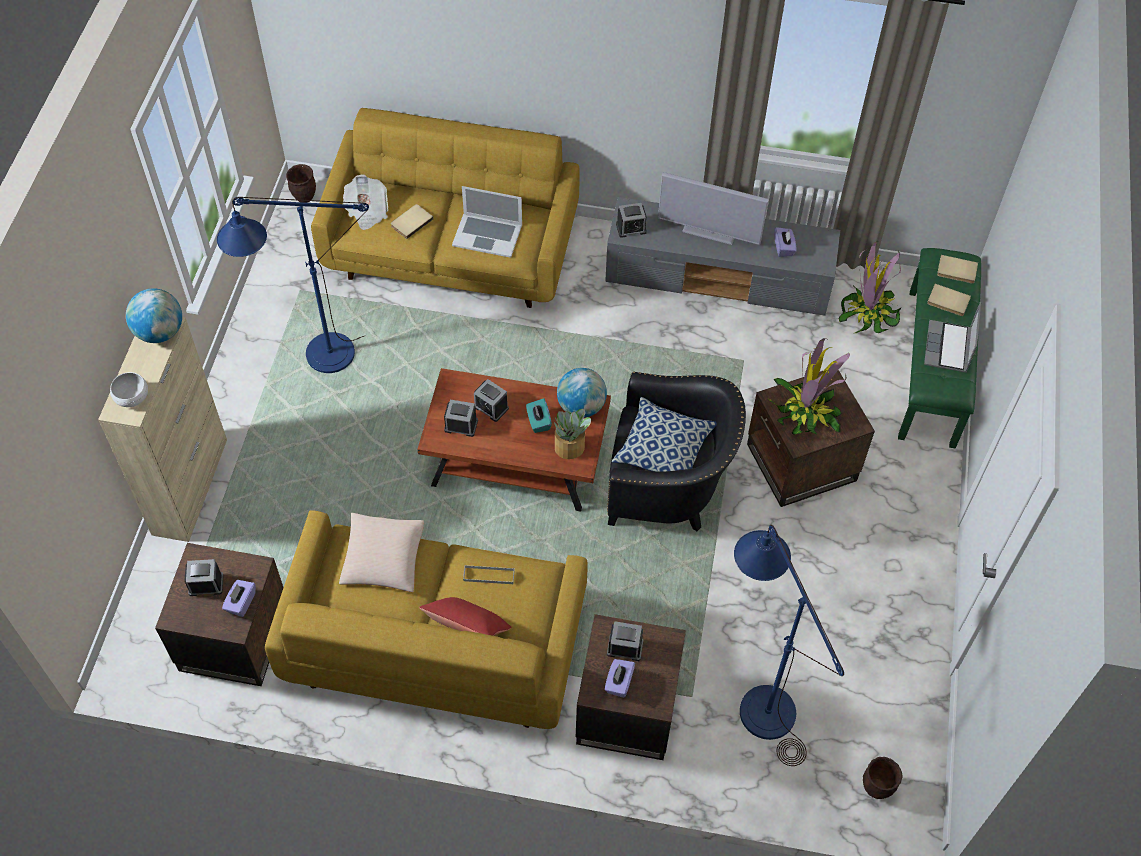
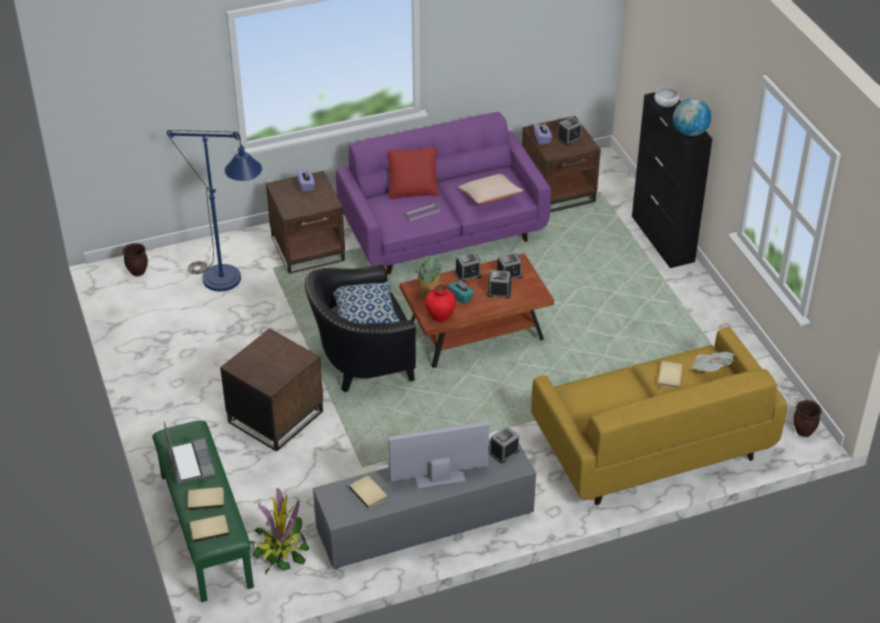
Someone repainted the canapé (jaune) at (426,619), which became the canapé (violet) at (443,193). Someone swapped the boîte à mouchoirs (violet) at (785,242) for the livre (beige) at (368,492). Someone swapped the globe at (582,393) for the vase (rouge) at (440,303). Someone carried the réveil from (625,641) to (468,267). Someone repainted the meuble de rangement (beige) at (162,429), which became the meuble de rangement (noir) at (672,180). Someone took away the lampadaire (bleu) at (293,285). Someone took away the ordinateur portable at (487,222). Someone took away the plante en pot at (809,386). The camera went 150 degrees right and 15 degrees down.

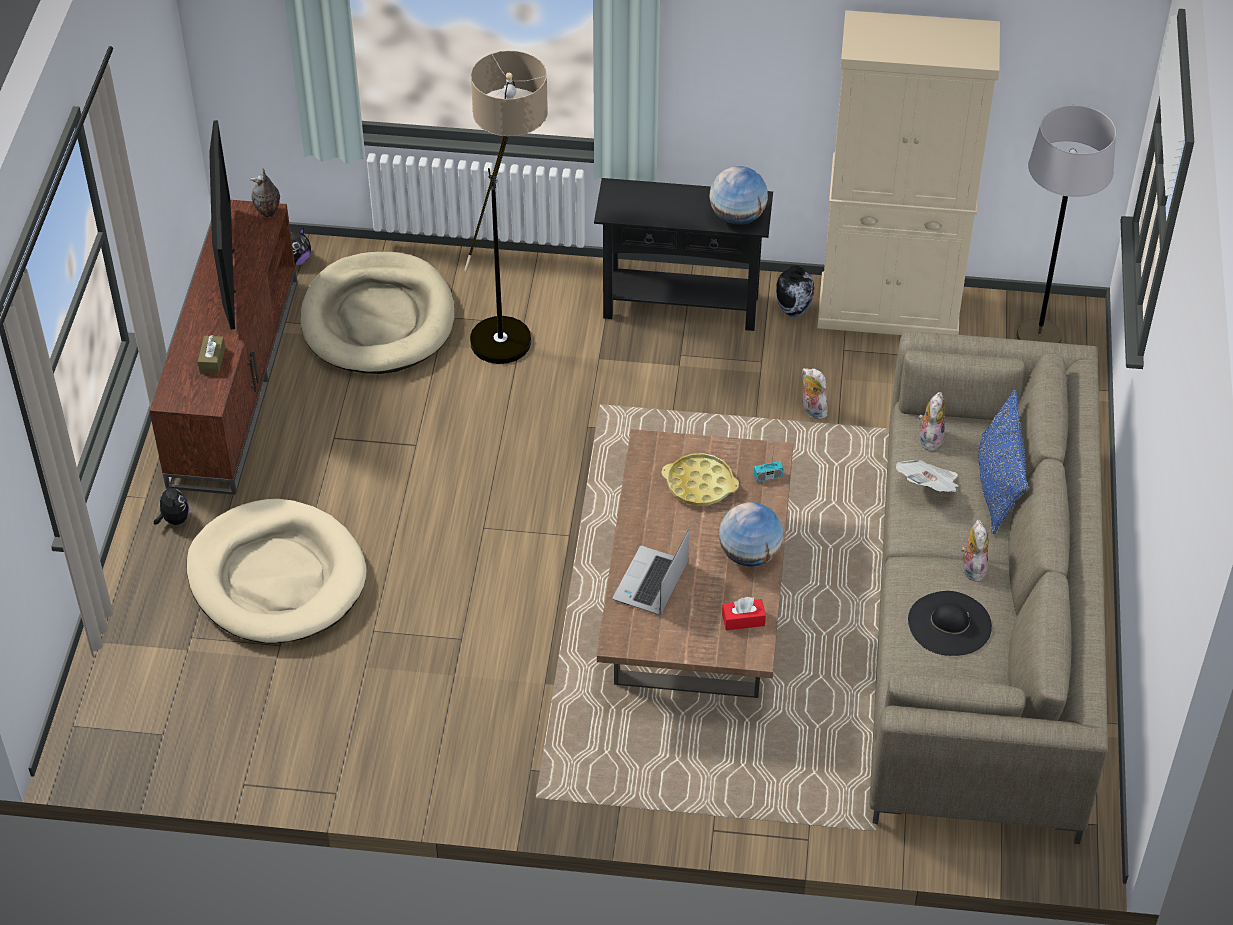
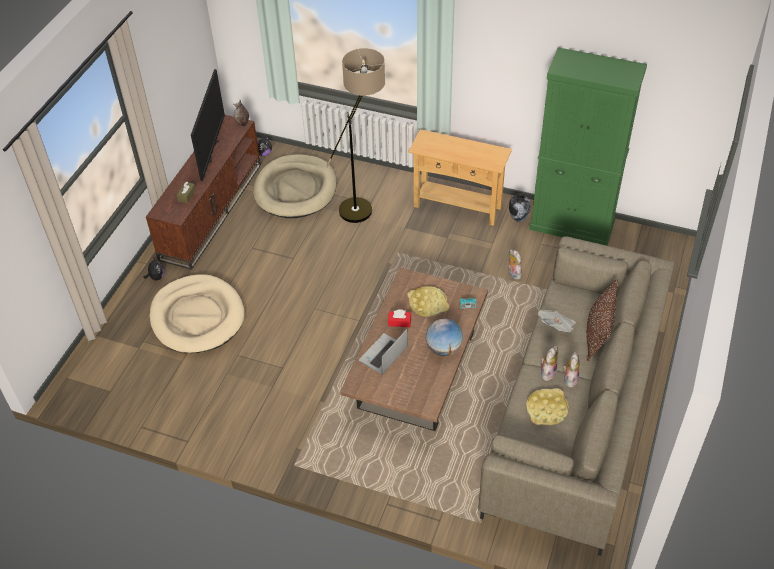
Someone carried the boîte à mouchoirs (rouge) from (744,613) to (399,318). Someone repainted the table console (noir) at (683,254), which became the table console (beige) at (460,177). Someone swapped the chapeau (noir) at (950,623) for the plateau (jaune) at (547,406). Someone repainted the meuble de rangement (beige) at (908,172), which became the meuble de rangement (vert) at (588,146). Someone carried the peluche from (932,422) to (549,363). Someone repainted the coussin (bleu) at (1003,462), which became the coussin (marron) at (602,320). Someone took away the globe at (738,195). Someone took away the lampadaire (gris) at (1066,224). The camera went 15 degrees right and 0 degrees up.

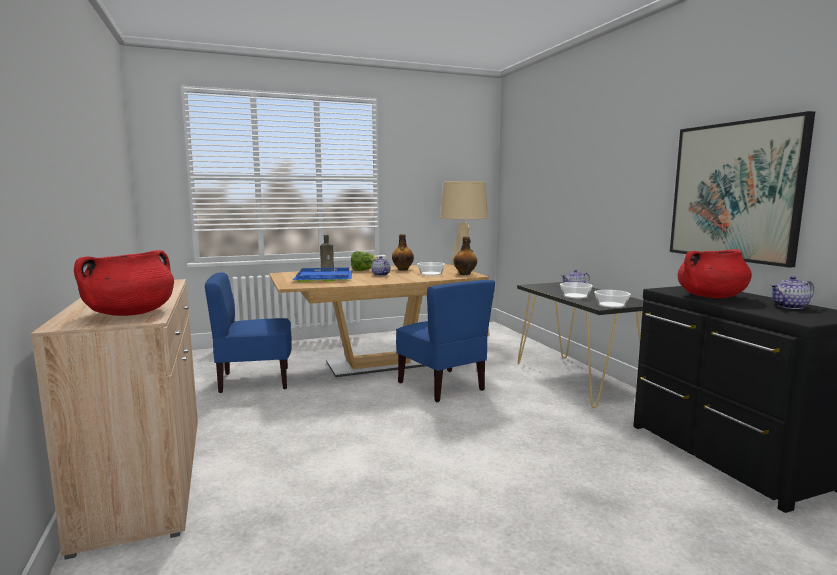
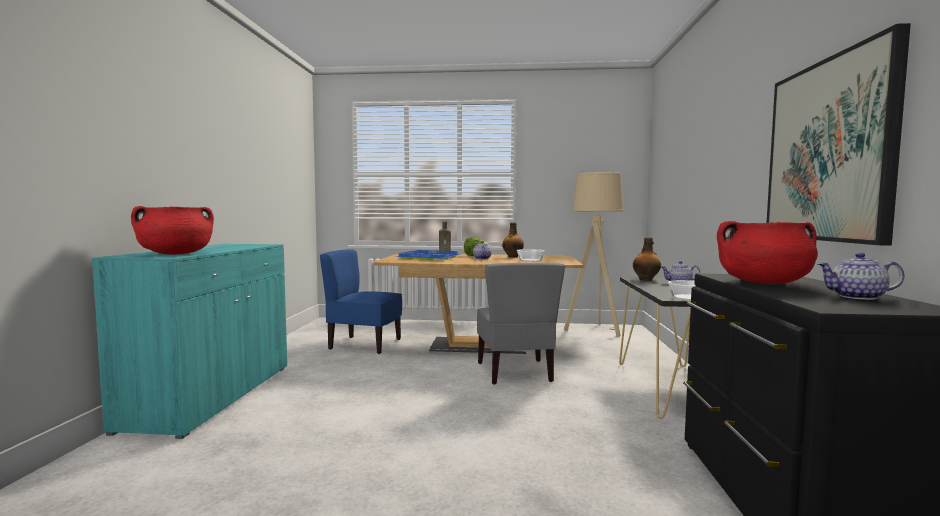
Someone repainted the meuble de rangement (beige) at (114,419), which became the meuble de rangement (turquoise) at (189,341). Someone repainted the chaise (bleu) at (445,341), which became the chaise (gris) at (521,324). Someone carried the bouteille from (465,256) to (647,259). Someone took away the bol at (576,290). The camera went 25 degrees right and 5 degrees down.

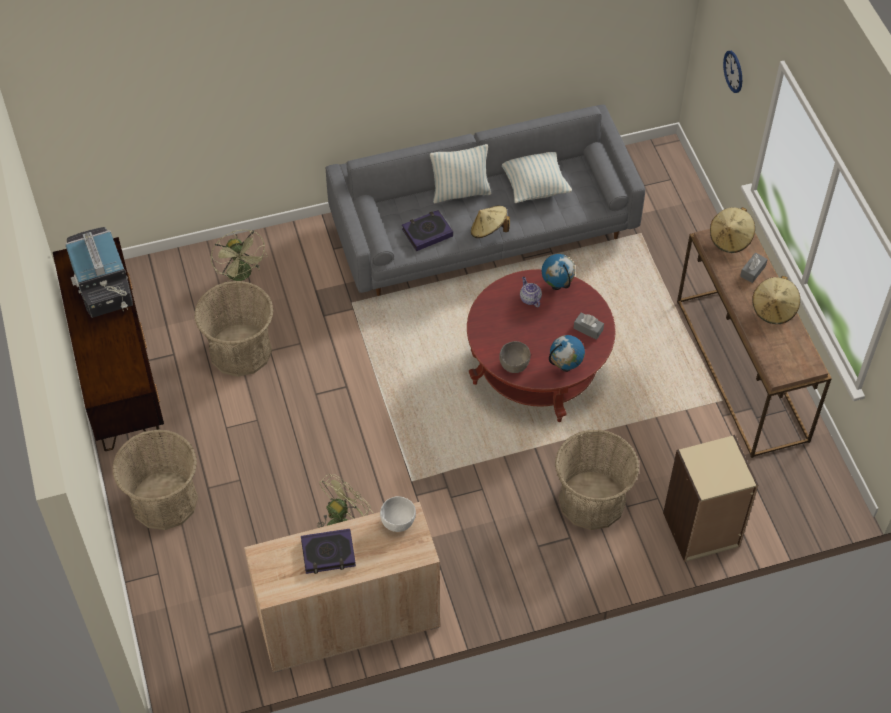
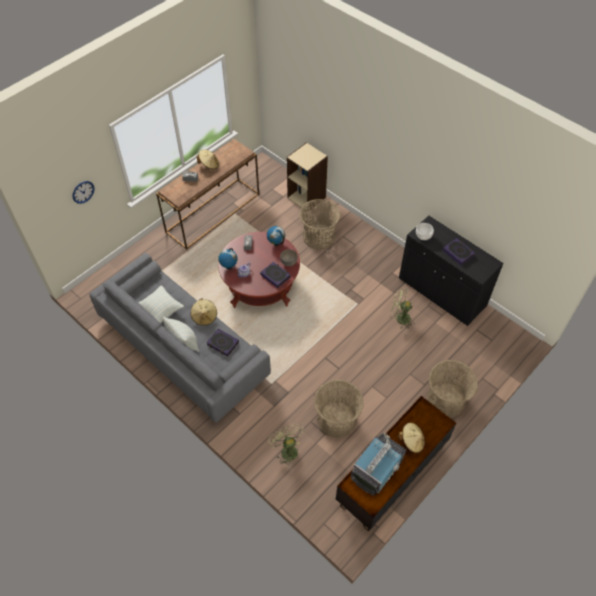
Someone put down the livre at (275,275). Someone rotated the ventilateur (vert) at (239,256) by 60 degrees counterclockwise. Someone carried the chapeau (beige) from (732,230) to (411,438). Someone repainted the meuble de rangement (beige) at (342,587), which became the meuble de rangement (noir) at (451,271). The camera went 120 degrees left and 0 degrees up.

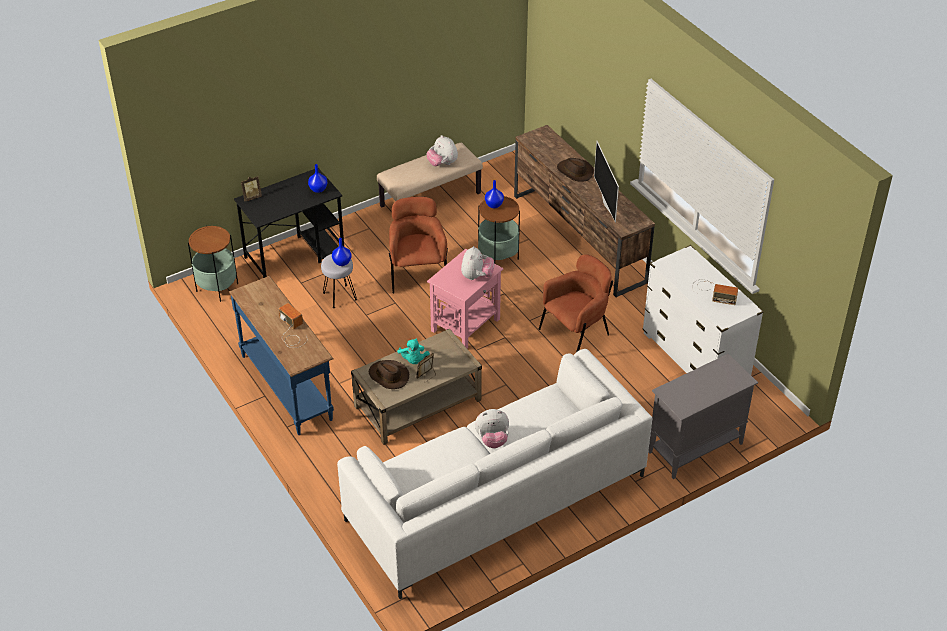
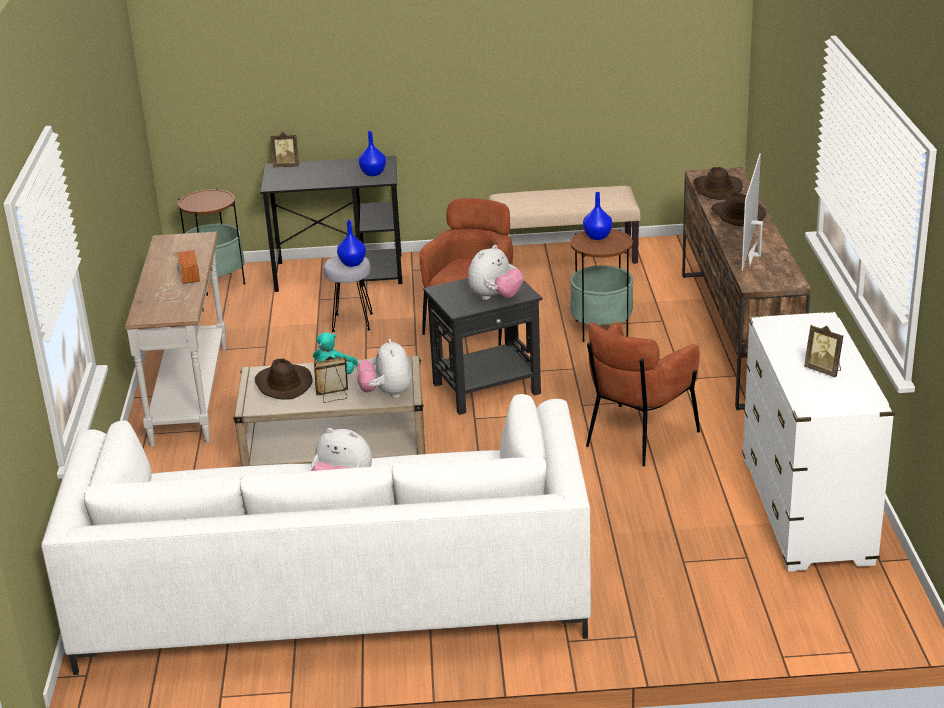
Someone repainted the table console (bleu) at (281,355), which became the table console (blanc) at (175,339). Someone carried the peluche from (442,150) to (384,368). Someone repainted the table d'appoint (rose) at (465,299), which became the table d'appoint (noir) at (483,346). Someone rotated the fauteuil (marron) at (576,303) by 135 degrees clockwise. Someone put down the chapeau (marron) at (718,183). Someone swapped the radio at (715,292) for the cadre photo at (824,351). Someone took away the meuble de rangement (gris) at (703,416). The camera went 30 degrees right and 15 degrees down.

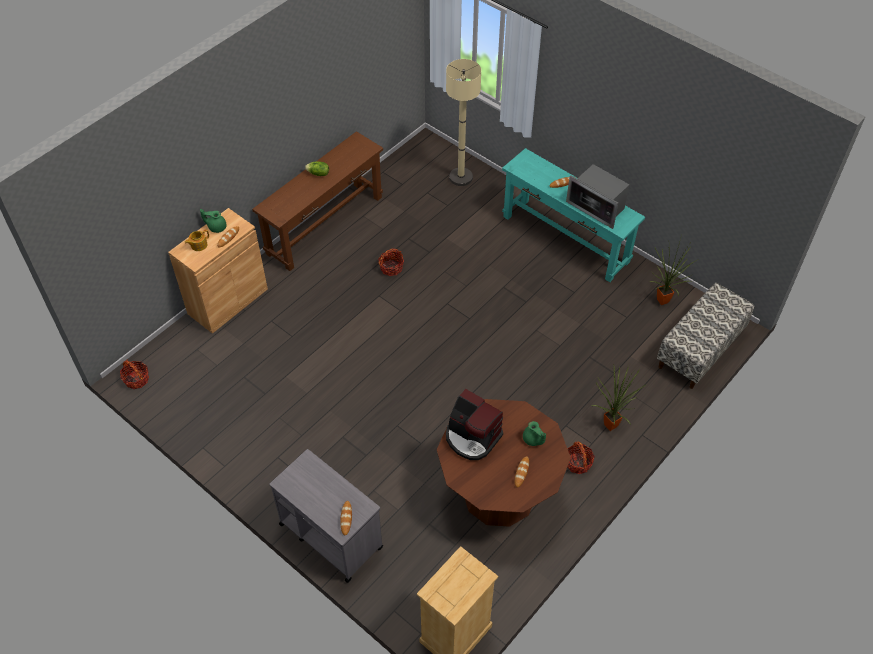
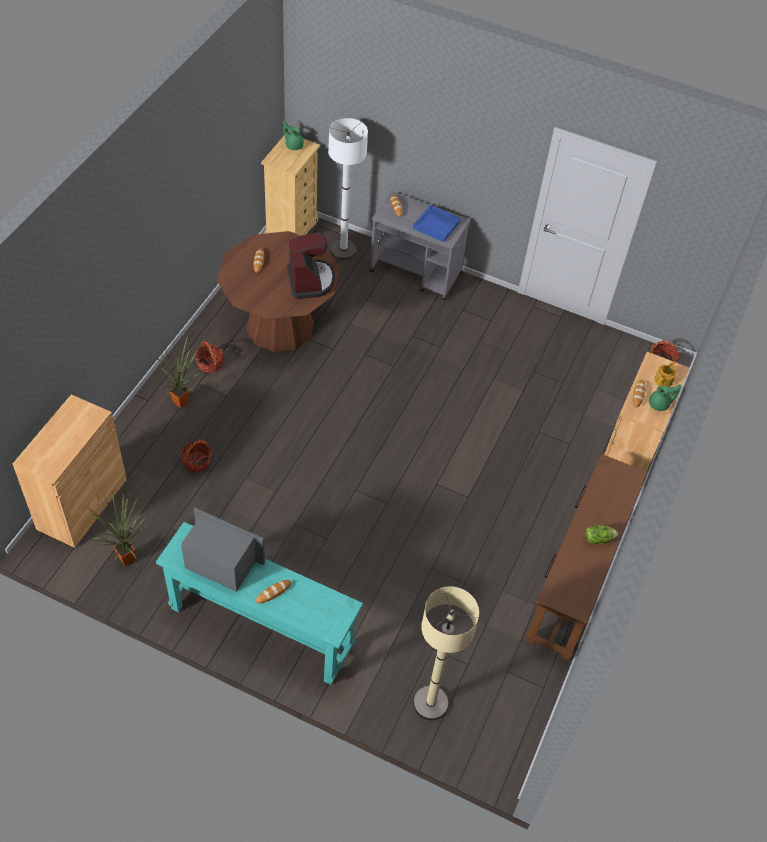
Someone swapped the banc at (705,336) for the meuble de rangement (marron) at (70,471). Someone carried the panier from (391,262) to (196,456). Someone carried the théière (vert) from (534,433) to (293,135). Someone rotated the machine à café at (474,424) by 60 degrees clockwise. Someone put down the lampadaire (blanc) at (348,189). Someone put down the plateau (bleu) at (437,223). The camera went 160 degrees right and 0 degrees up.

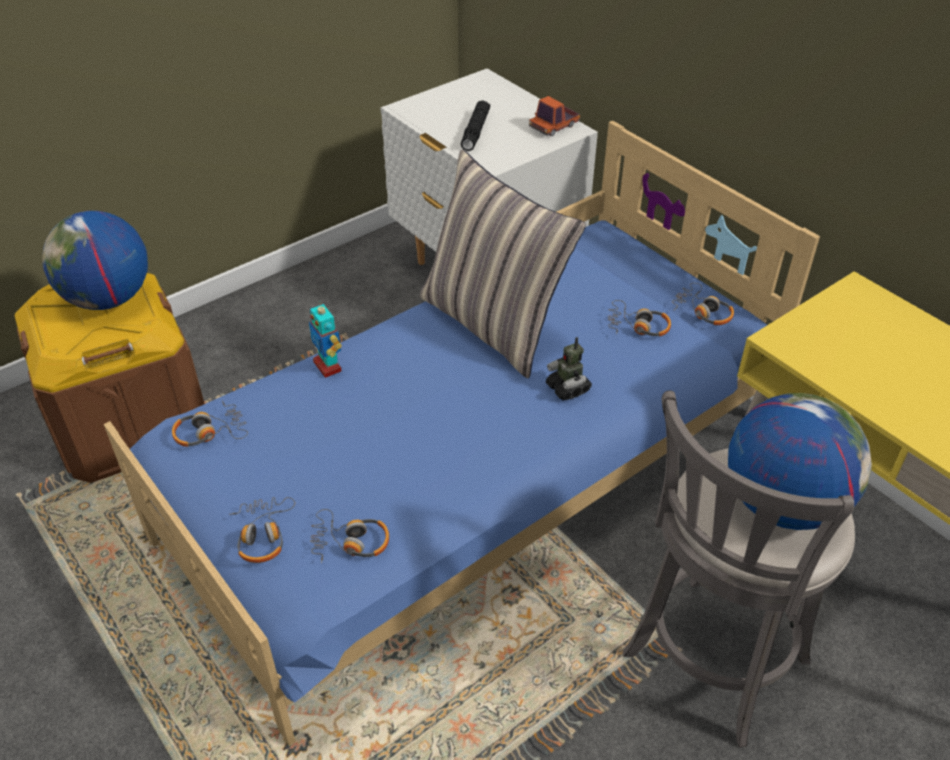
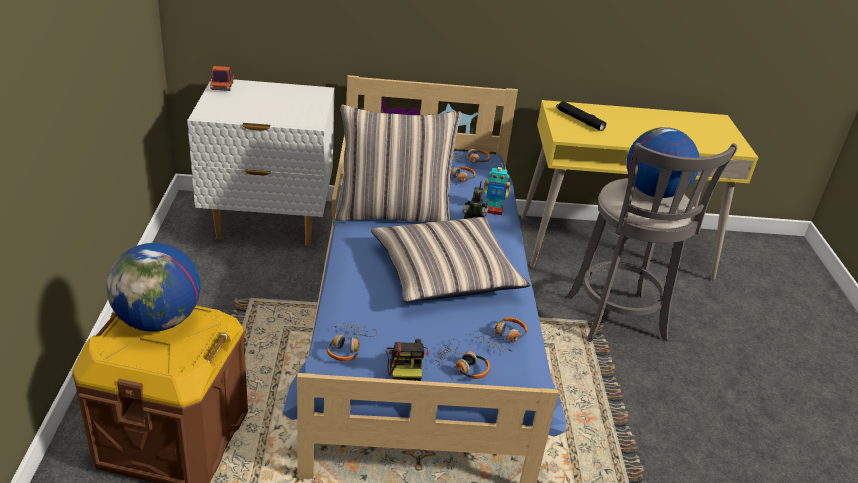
Someone carried the camion jouet from (554,116) to (221,78). Someone put down the coussin at (451,260). Someone put down the appareil photo at (407,360). Someone carried the robot jouet from (325,340) to (497,189). Someone carried the lampe de poche (noir) from (475,125) to (581,116). The camera went 55 degrees left and 10 degrees down.

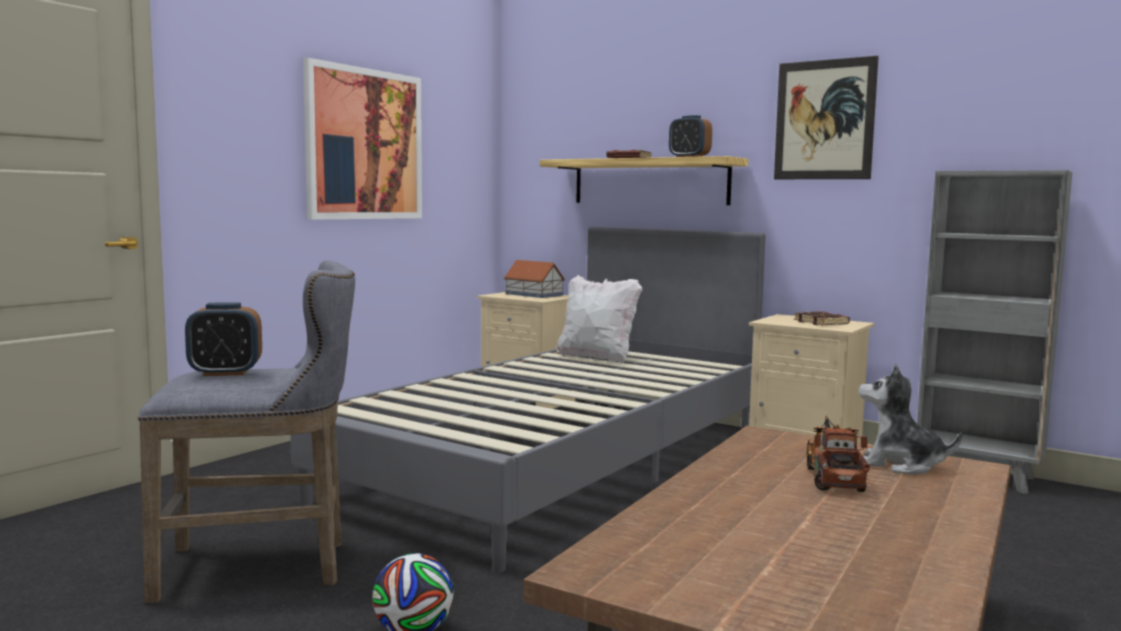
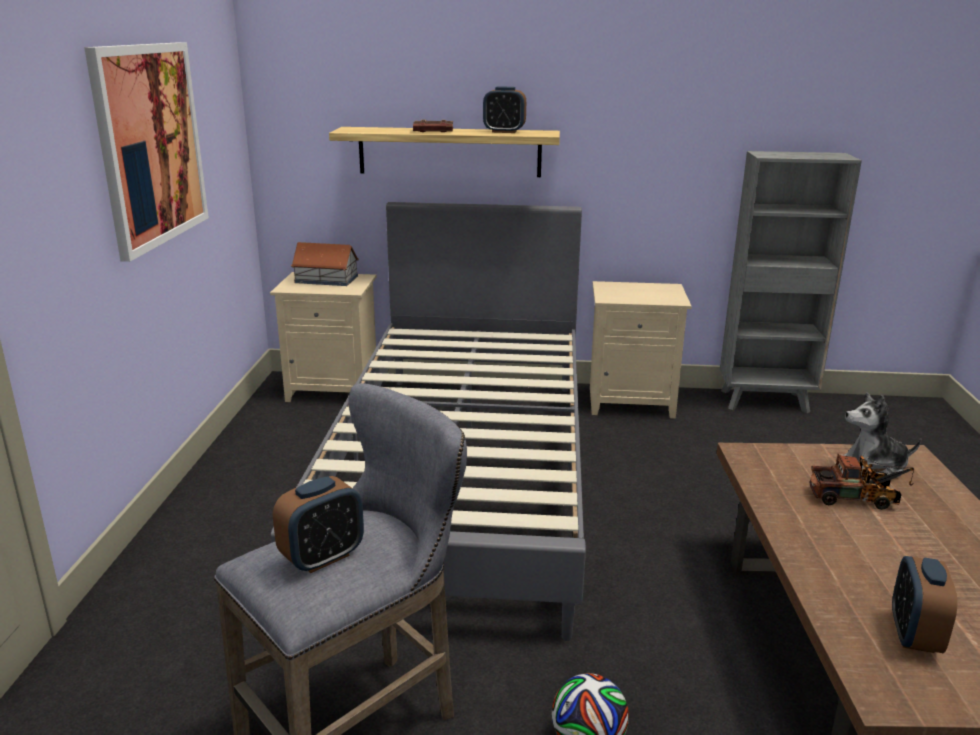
Someone rotated the camion jouet at (838,454) by 120 degrees clockwise. Someone put down the réveil at (925,604). Someone took away the coussin (blanc) at (599,319). Someone took away the tableau at (826,117). Someone took away the livre (marron) at (822,318). The camera went 30 degrees left and 15 degrees up.

